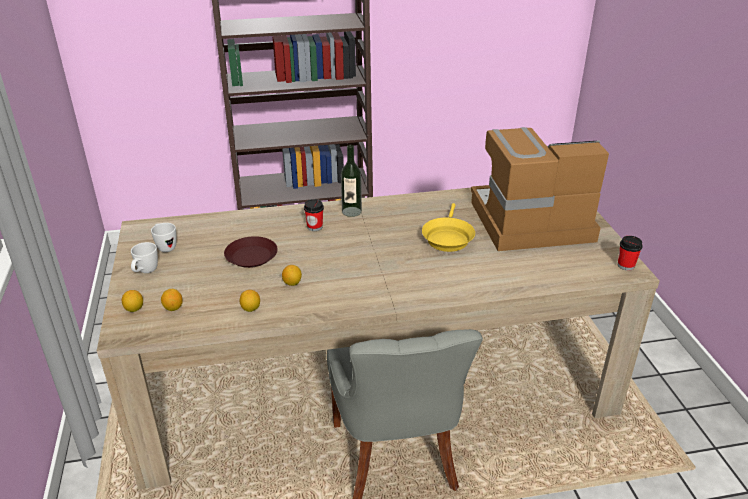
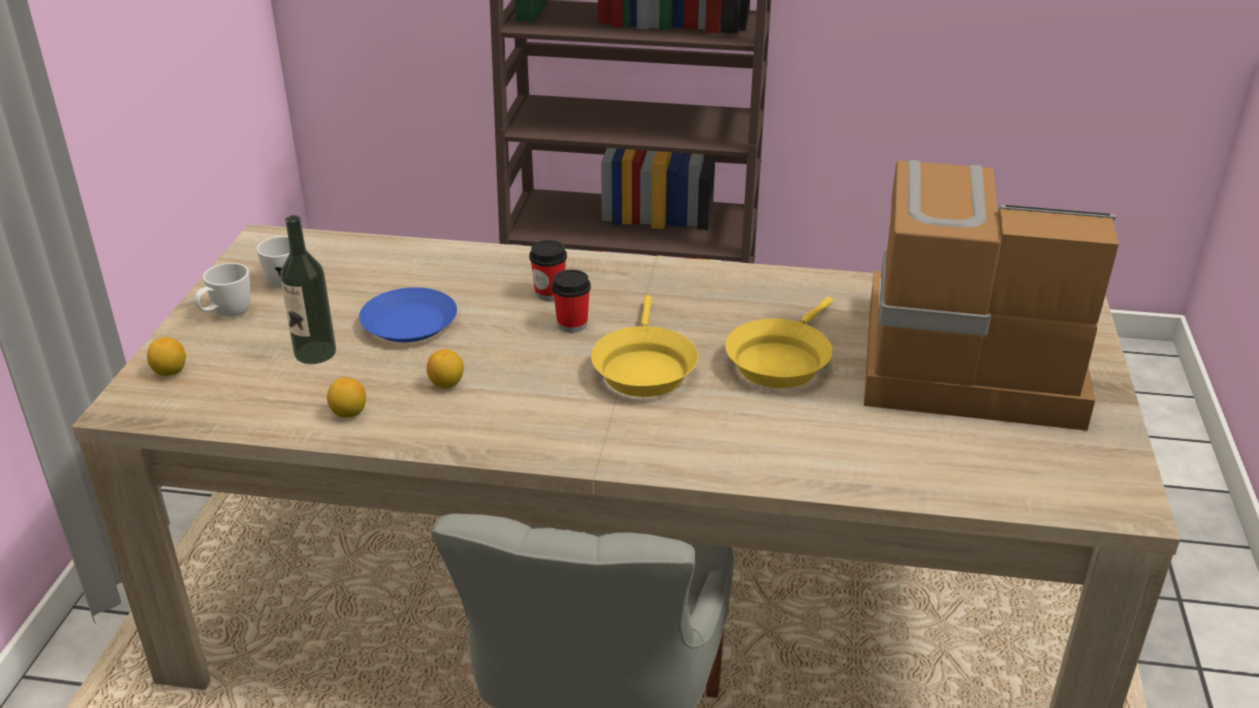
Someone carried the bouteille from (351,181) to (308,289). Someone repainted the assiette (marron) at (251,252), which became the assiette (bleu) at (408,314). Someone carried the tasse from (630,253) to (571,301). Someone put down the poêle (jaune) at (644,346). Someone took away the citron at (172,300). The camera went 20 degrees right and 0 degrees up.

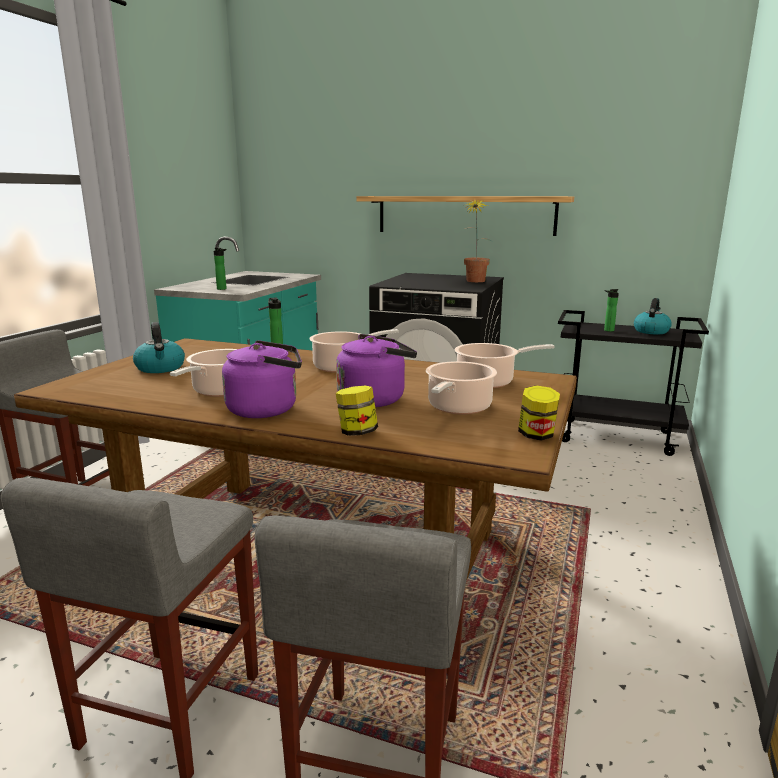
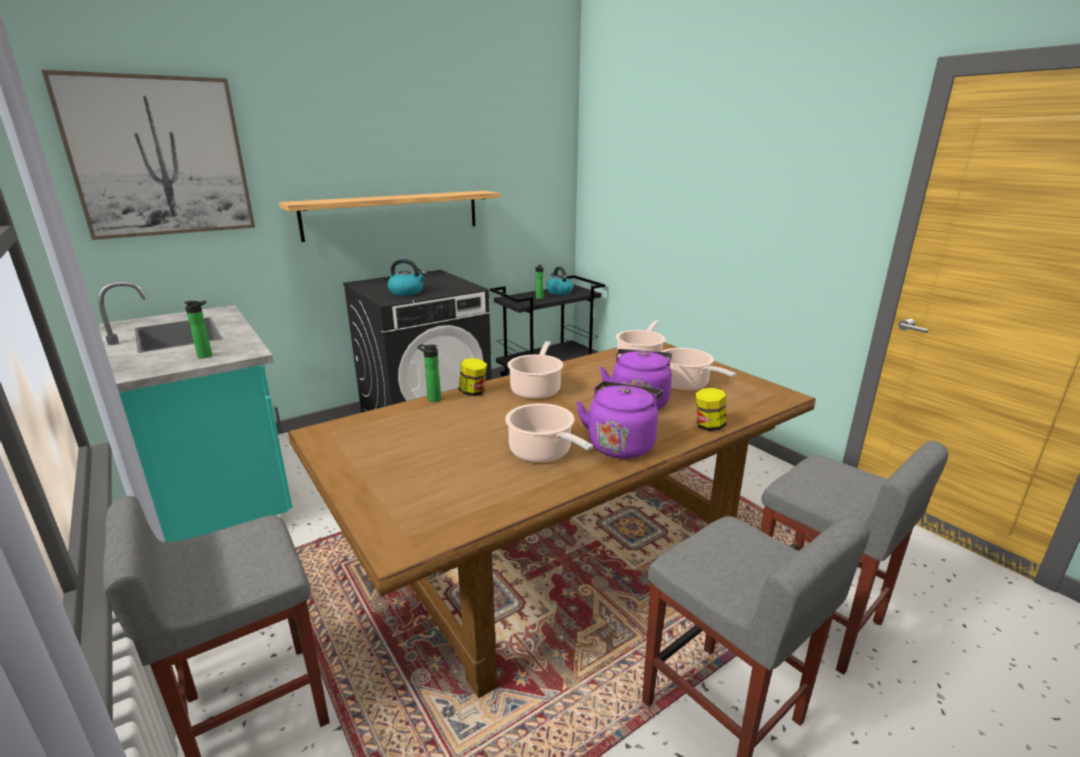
Someone put up the tableau at (148,155). Someone carried the bouilloire from (159,347) to (407,277). Someone carried the bocal from (539,413) to (473,377). Someone took away the plante en pot at (477,241). The camera went 55 degrees left and 5 degrees up.

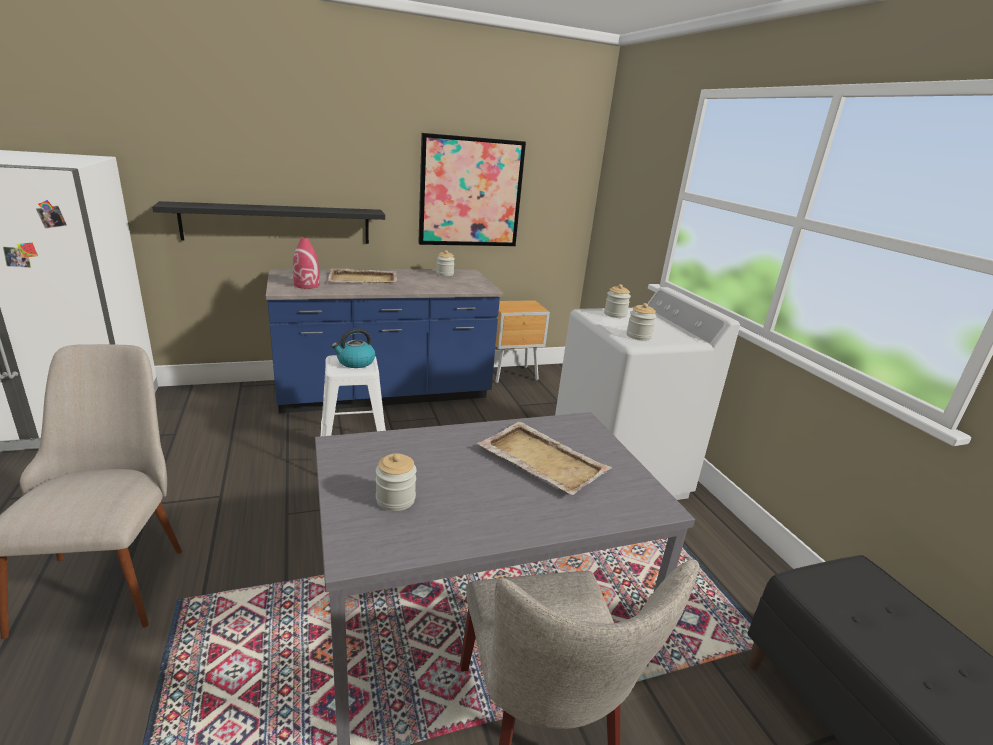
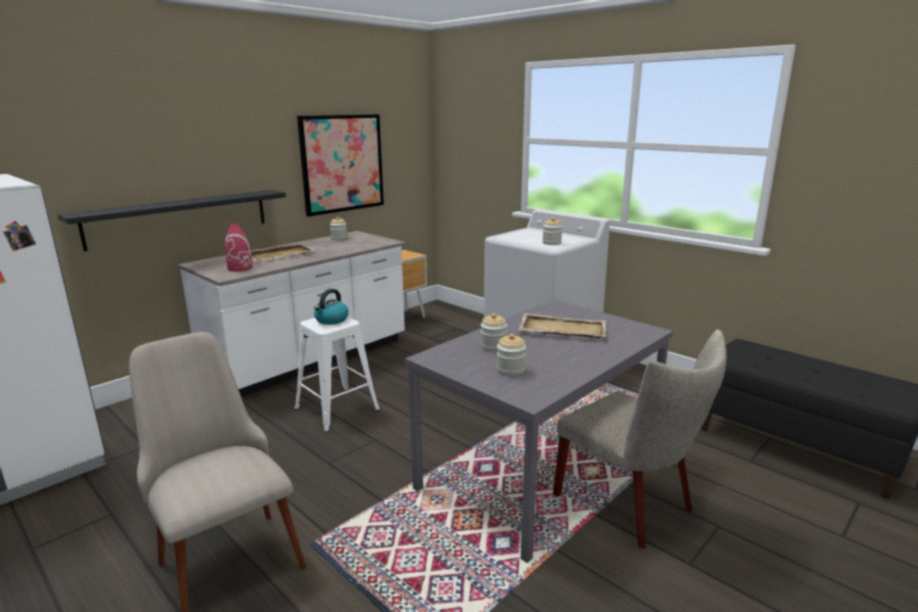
Someone repainted the comptoir de cuisine (bleu) at (384,341), which became the comptoir de cuisine (blanc) at (291,314). Someone carried the bocal from (617,301) to (493,332). The camera went 25 degrees left and 5 degrees down.

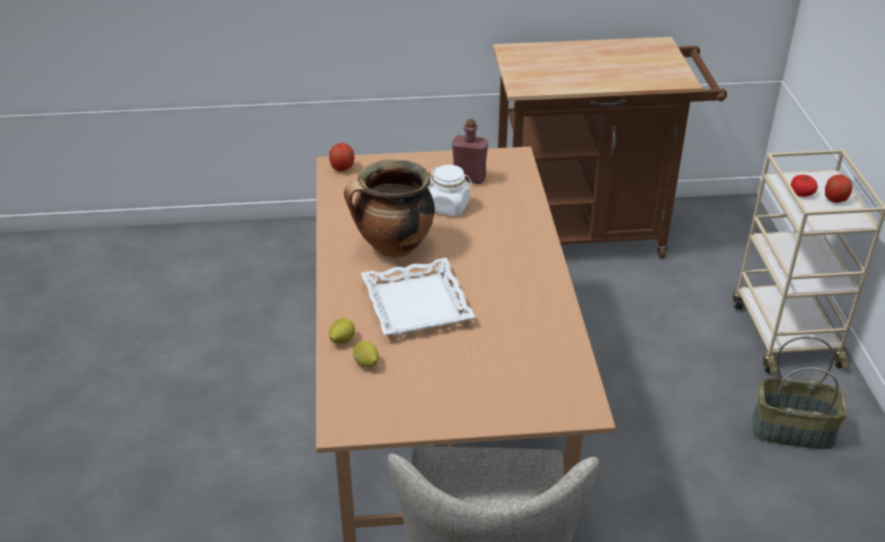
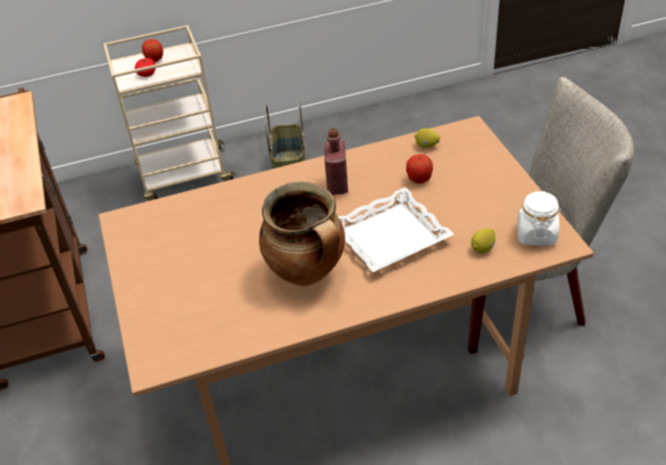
Someone carried the bouteille (rouge) from (470,151) to (336,161). Someone carried the pomme from (342,157) to (419,169). Someone carried the citron from (342,331) to (427,138). Someone carried the bocal (blanc) from (450,190) to (538,218). The camera went 100 degrees left and 5 degrees up.

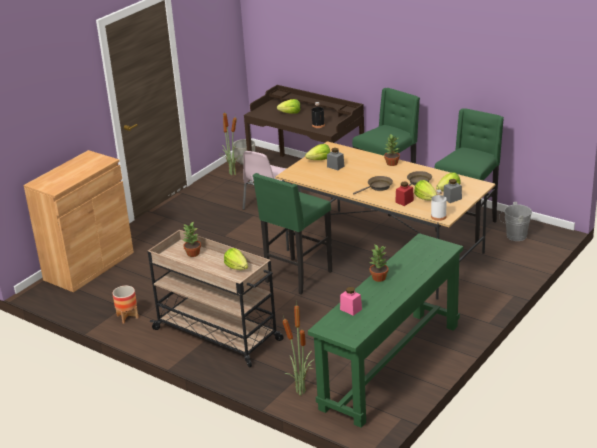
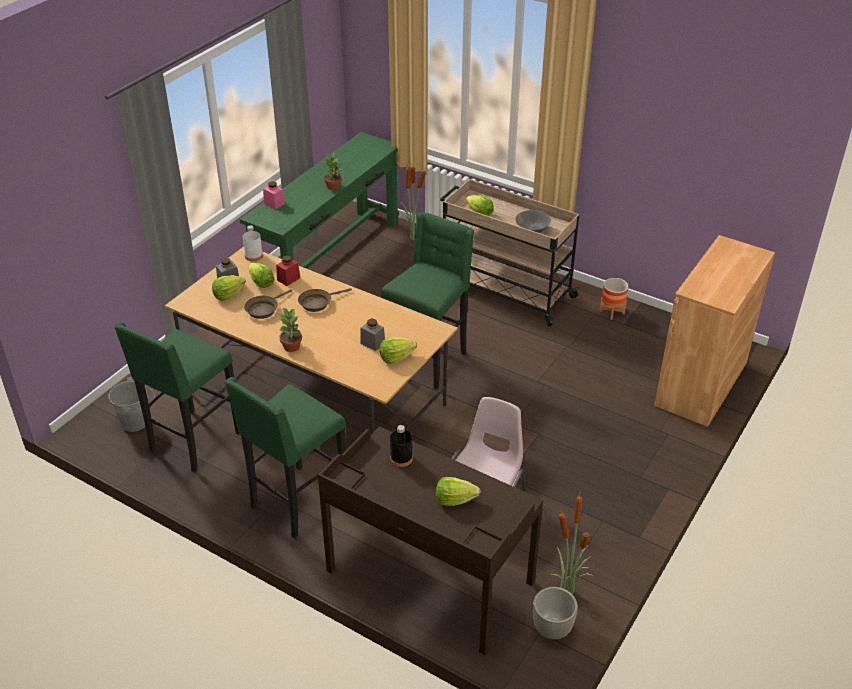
Someone carried the bocal (rose) from (351,301) to (274,195). Someone swapped the plante en pot at (192,239) for the bol (gris) at (533,221). The camera went 175 degrees right and 10 degrees up.

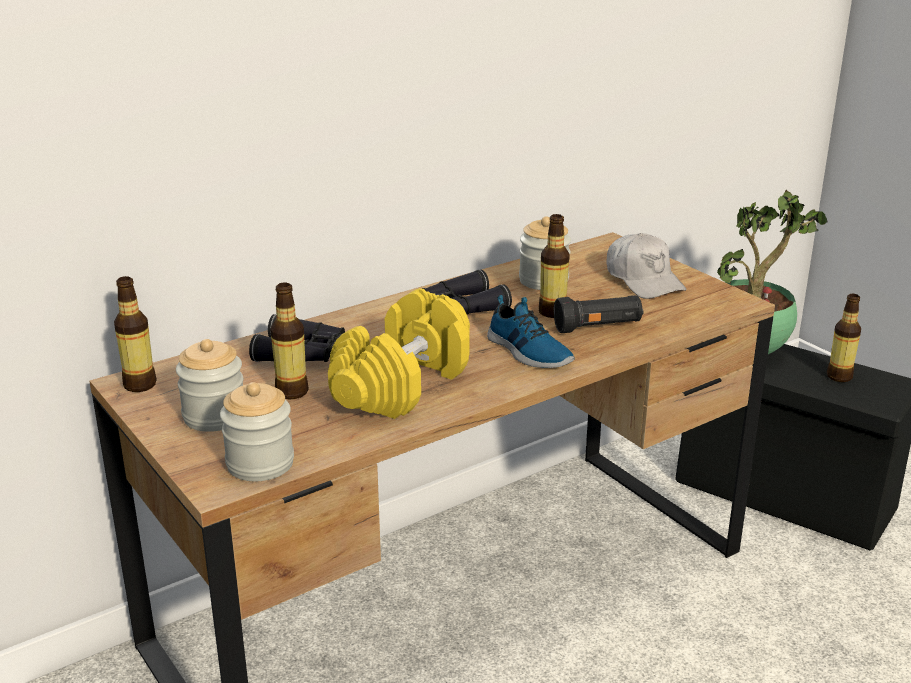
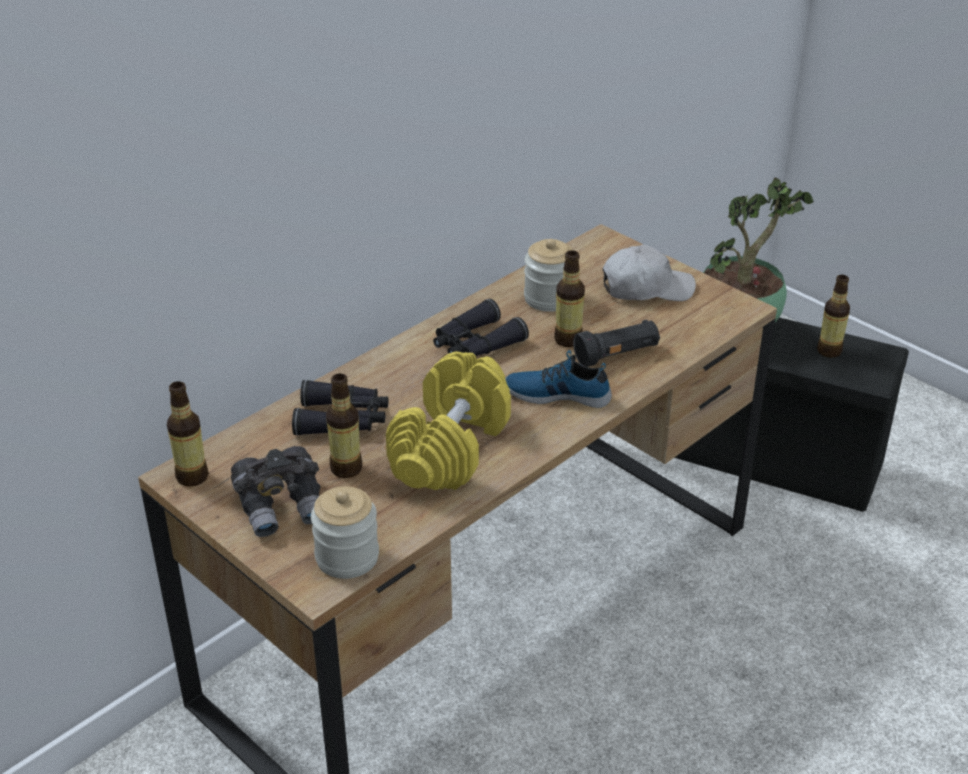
Someone swapped the bocal at (209,385) for the jumelles (gris) at (276,491). Someone rotated the chaussure at (531,331) by 150 degrees clockwise. Someone rotated the casquette (blanc) at (647,266) by 60 degrees counterclockwise. The camera went 10 degrees left and 10 degrees up.

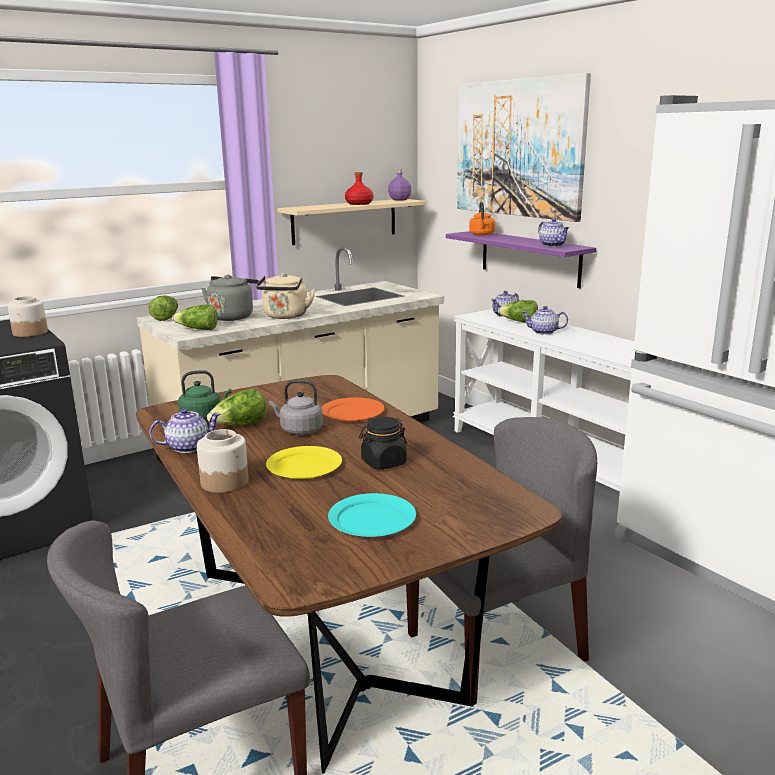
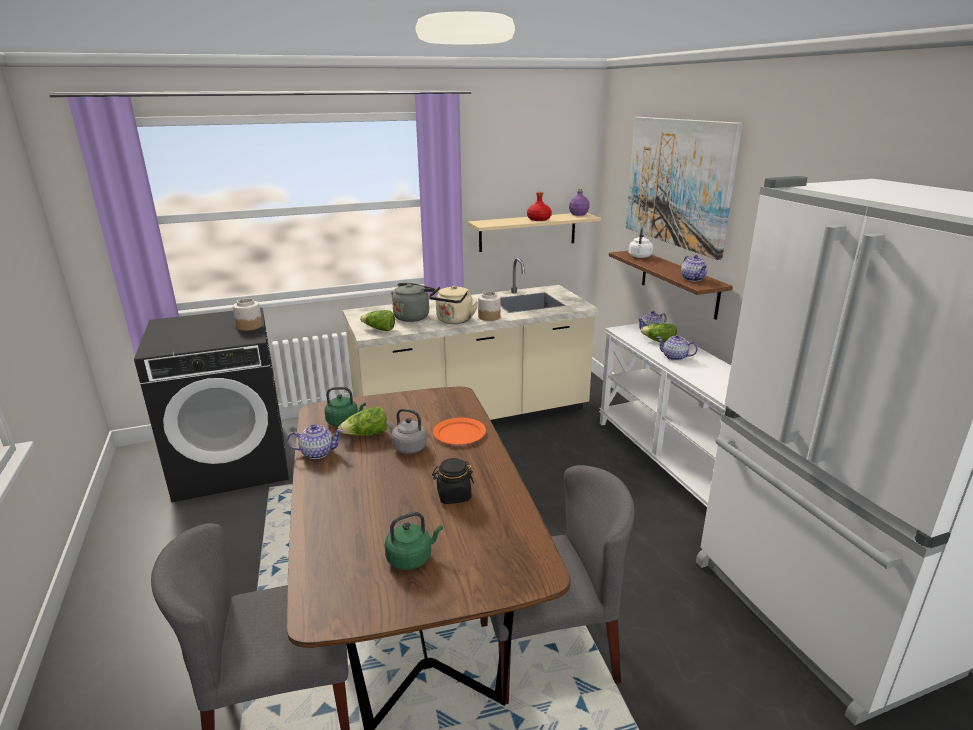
Someone swapped the assiette (turquoise) at (372,515) for the bouilloire (vert) at (414,541). Someone carried the bocal from (223,461) to (489,306). Someone repainted the étagère (violet) at (521,259), which became the étagère (marron) at (671,285). Someone repainted the bouilloire (orange) at (482,219), which became the bouilloire (blanc) at (641,242). Someone took away the laitue at (163,308). Someone took away the assiette (jaune) at (304,462). The camera went 15 degrees right and 5 degrees up.

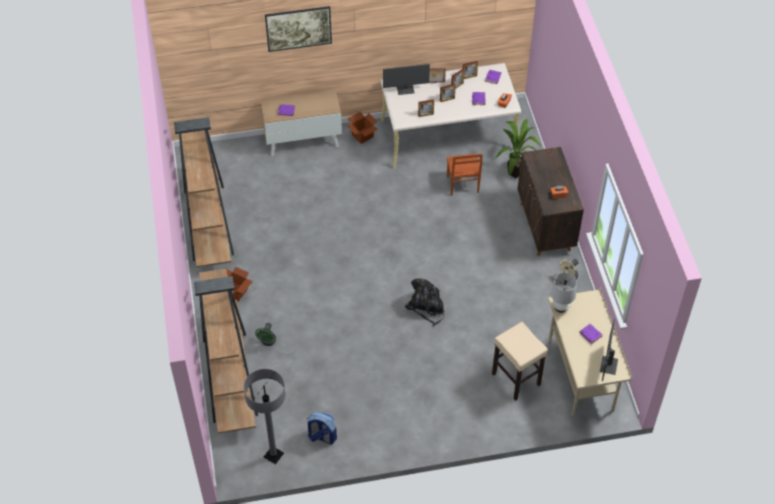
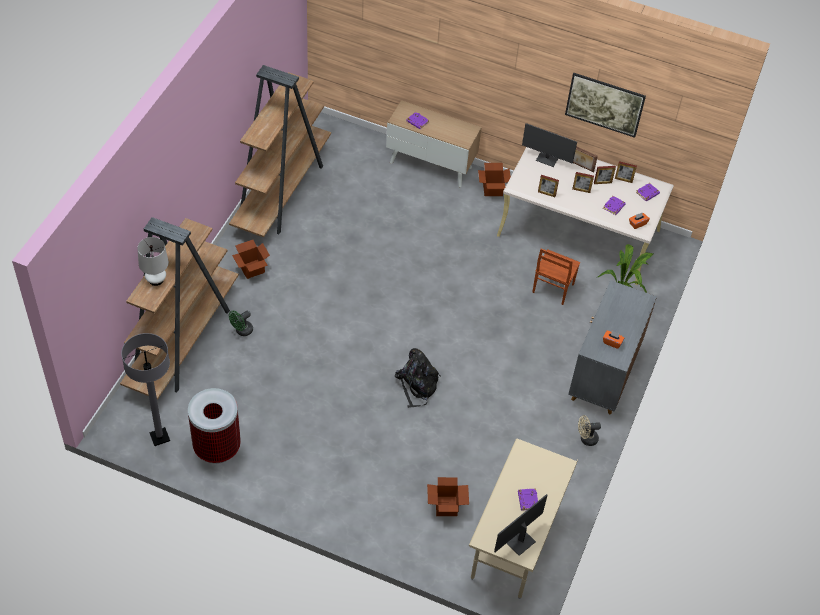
Someone carried the lampe de table (blanc) from (564,293) to (153,261). Someone swapped the sac à dos at (322,428) for the poubelle at (214,426). Someone swapped the tabouret (beige) at (520,361) for the carton at (448,496). Someone carried the tableau from (298,29) to (605,105). Someone repainted the meuble de rangement (marron) at (550,201), which became the meuble de rangement (gris) at (612,347). The camera went 30 degrees right and 0 degrees up.

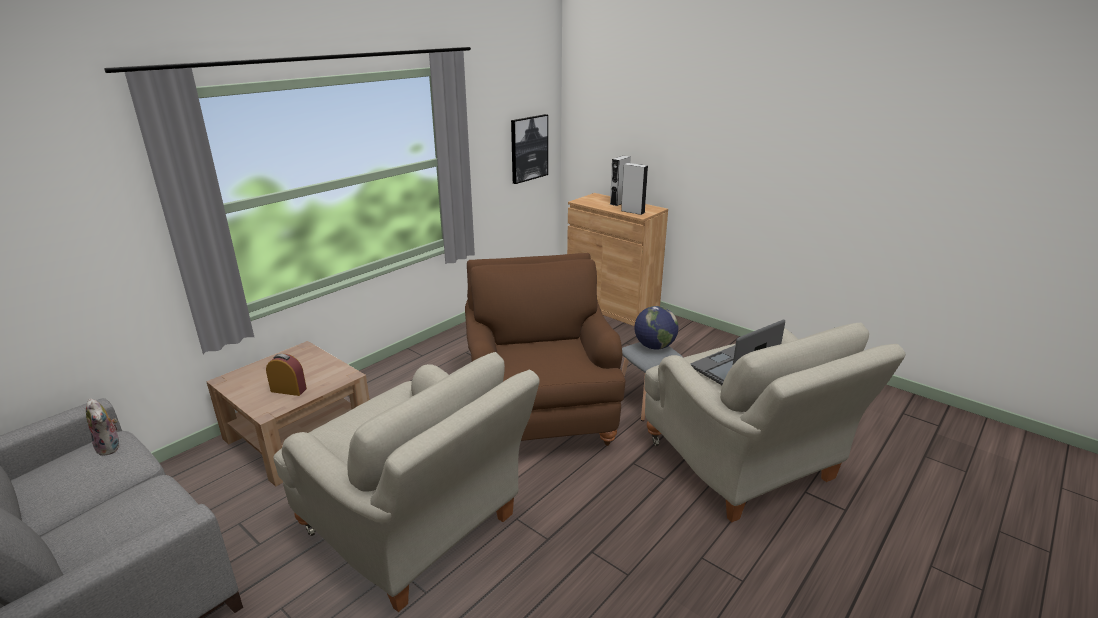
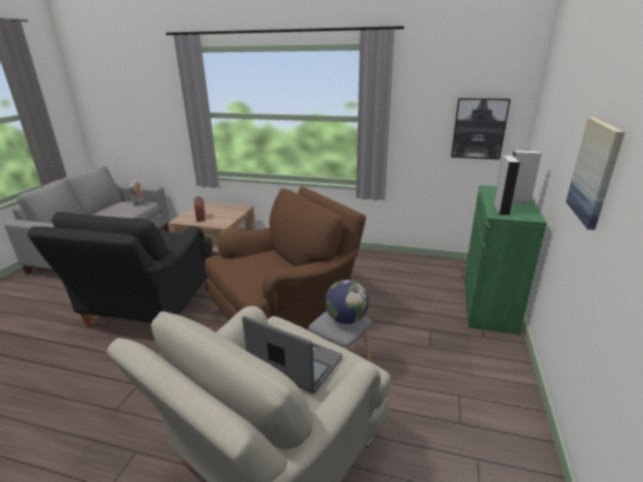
Someone repainted the fauteuil (beige) at (406,482), which became the fauteuil (noir) at (120,269). Someone repainted the meuble de rangement (marron) at (617,259), which became the meuble de rangement (vert) at (505,260). Someone put up the tableau at (595,173). The camera went 65 degrees right and 0 degrees up.

